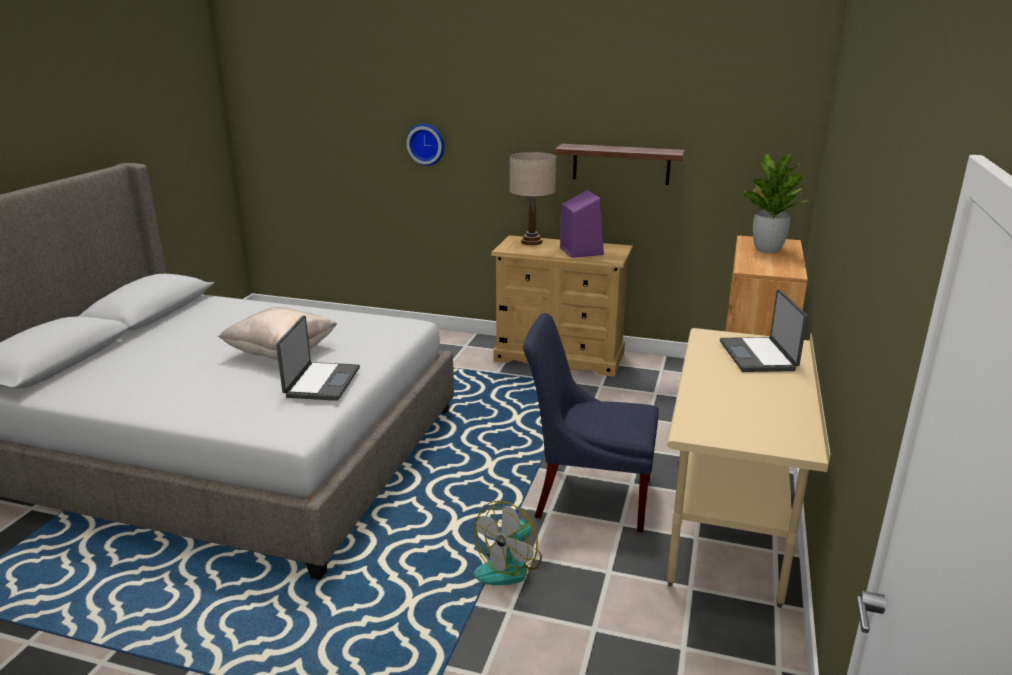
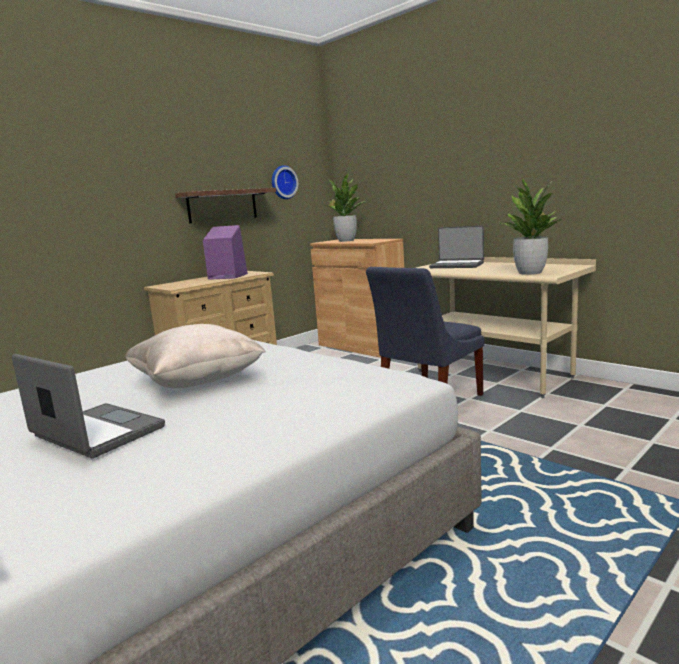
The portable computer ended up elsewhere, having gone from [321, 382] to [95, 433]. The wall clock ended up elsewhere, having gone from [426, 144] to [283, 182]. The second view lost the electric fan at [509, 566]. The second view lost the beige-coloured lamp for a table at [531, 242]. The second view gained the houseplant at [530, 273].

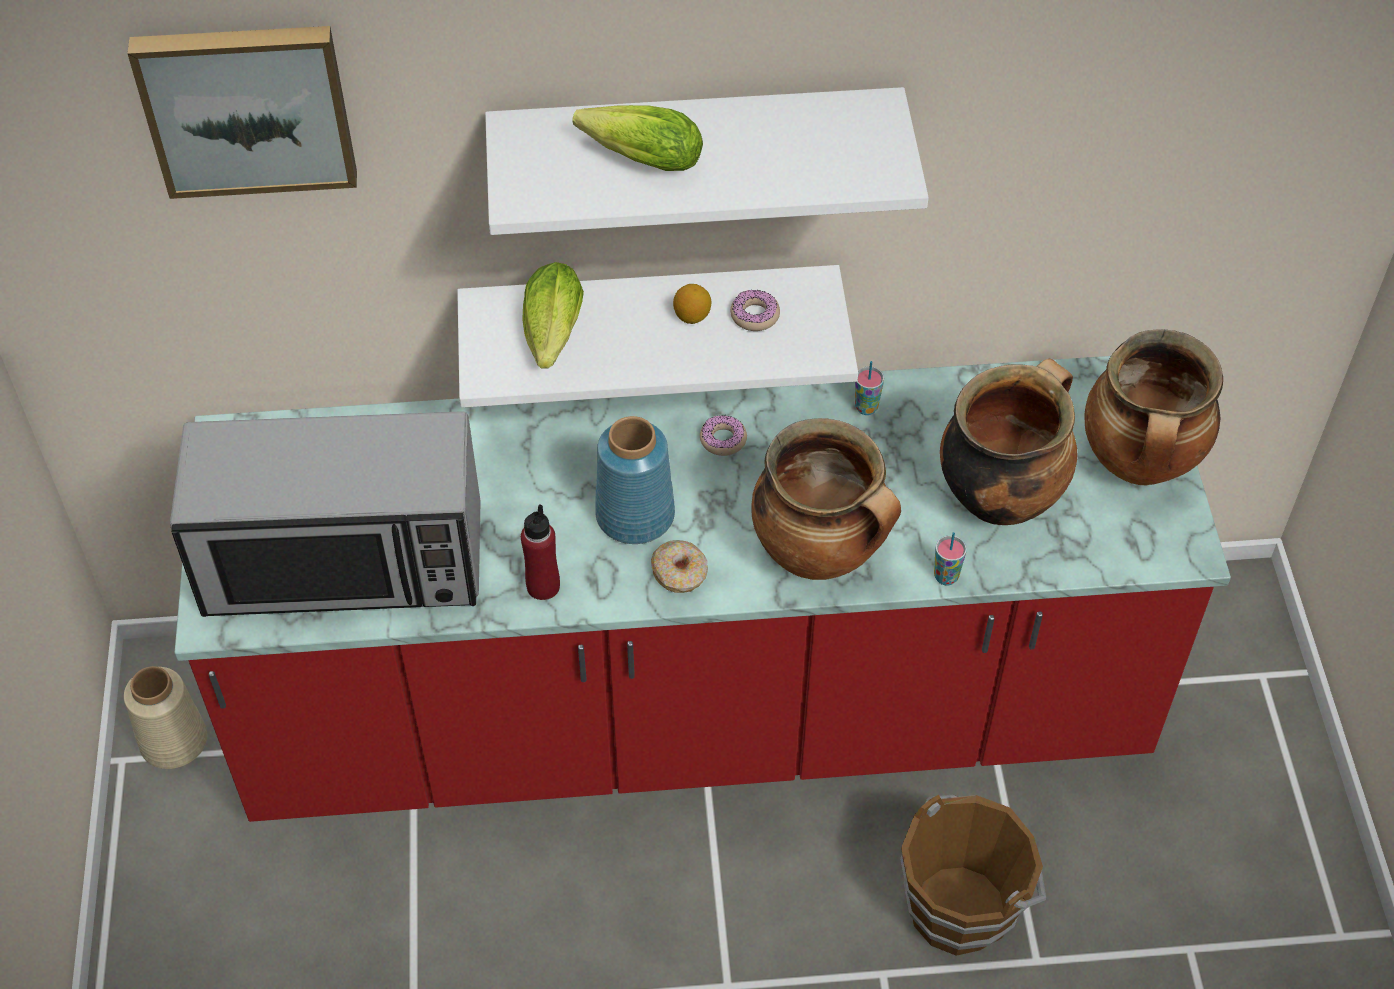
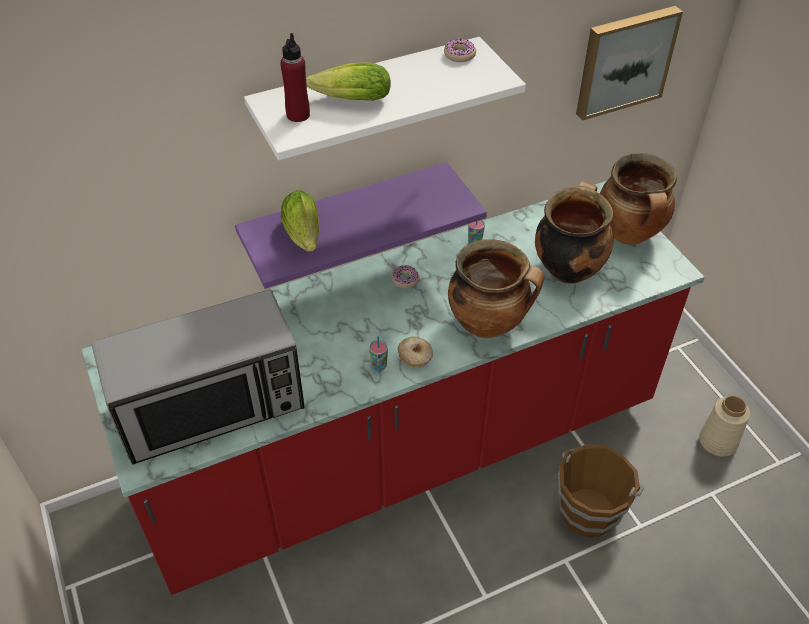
The beige-coloured flower vase ended up elsewhere, having gone from [175, 740] to [718, 441]. The wall art ended up elsewhere, having gone from [247, 107] to [624, 61]. What was the white shelf at [650, 315] turned into the purplish shelf at [346, 218]. The reddish bottle ended up elsewhere, having gone from [543, 586] to [298, 115]. The second view lost the blue flower vase at [635, 514]. The second view lost the citrus fruit at [692, 316]. The ring doughnut ended up elsewhere, having gone from [755, 315] to [459, 55]. The cup ended up elsewhere, having gone from [946, 577] to [379, 366].

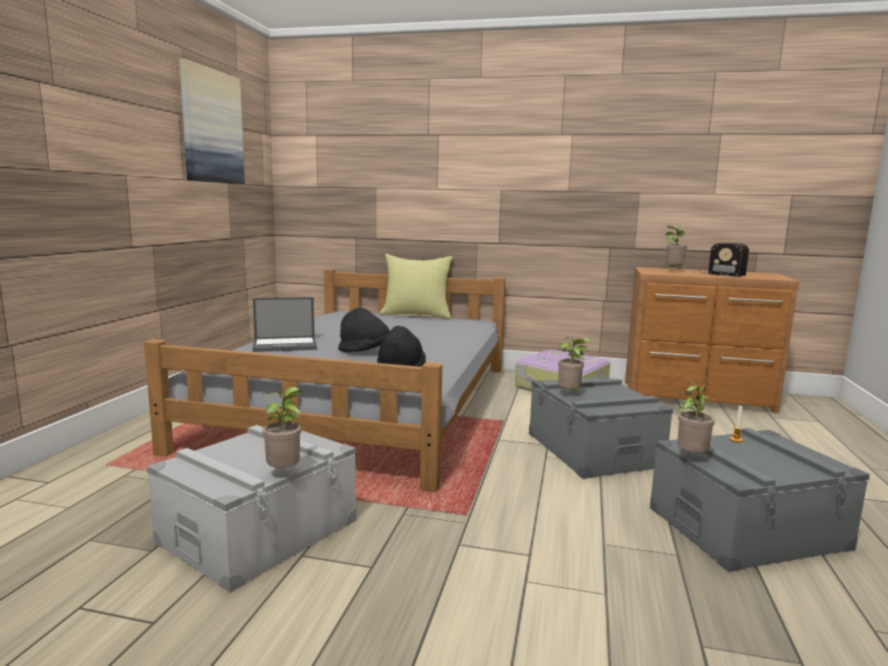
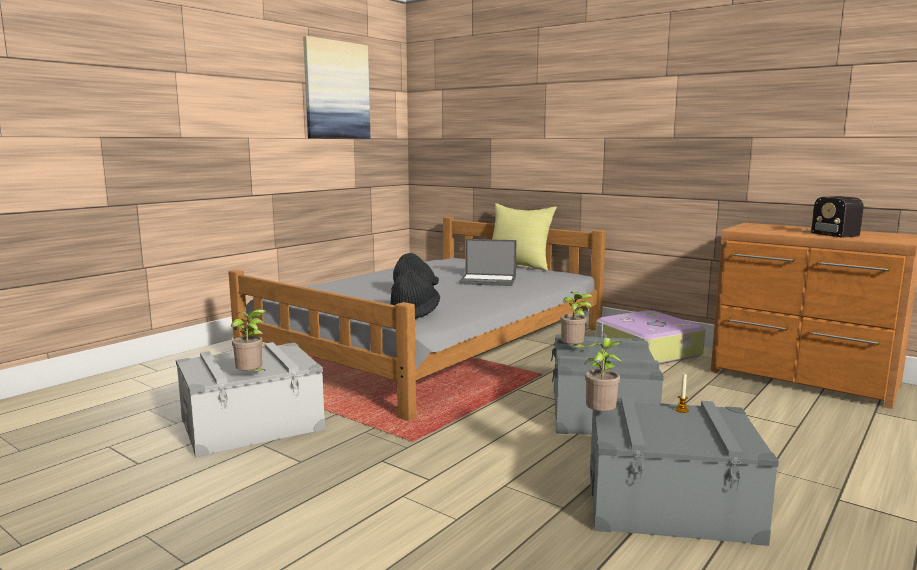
The portable computer ended up elsewhere, having gone from [286, 345] to [488, 280]. The second view lost the houseplant at [673, 270].

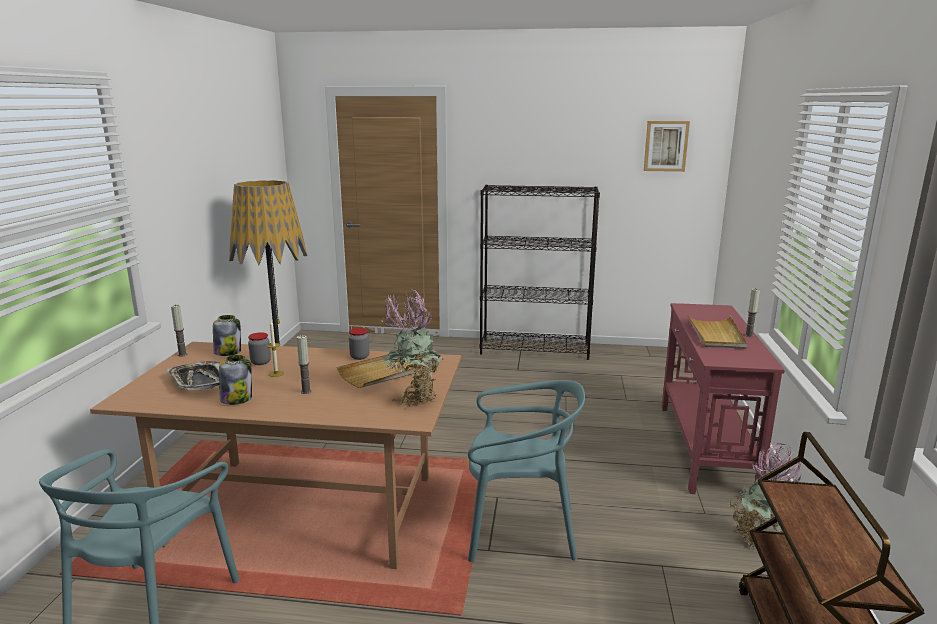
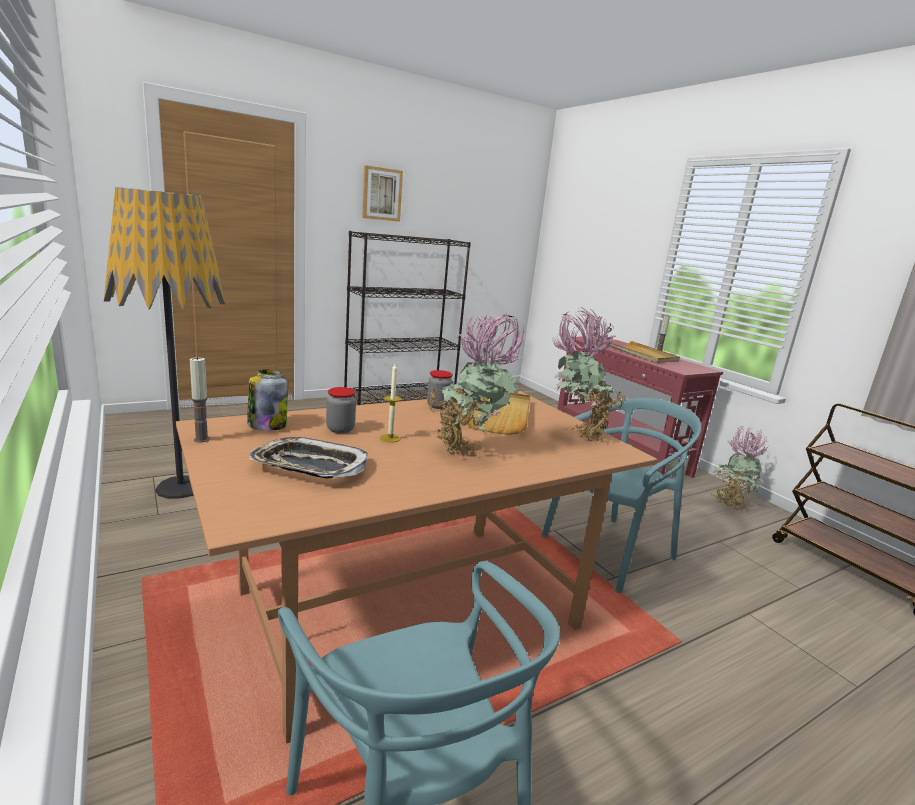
The second view lost the jar at [237, 399]. Where the wax candle stood at [306, 391], the houseplant came to stand at [469, 449]. The wall art ended up elsewhere, having gone from [665, 146] to [381, 194].

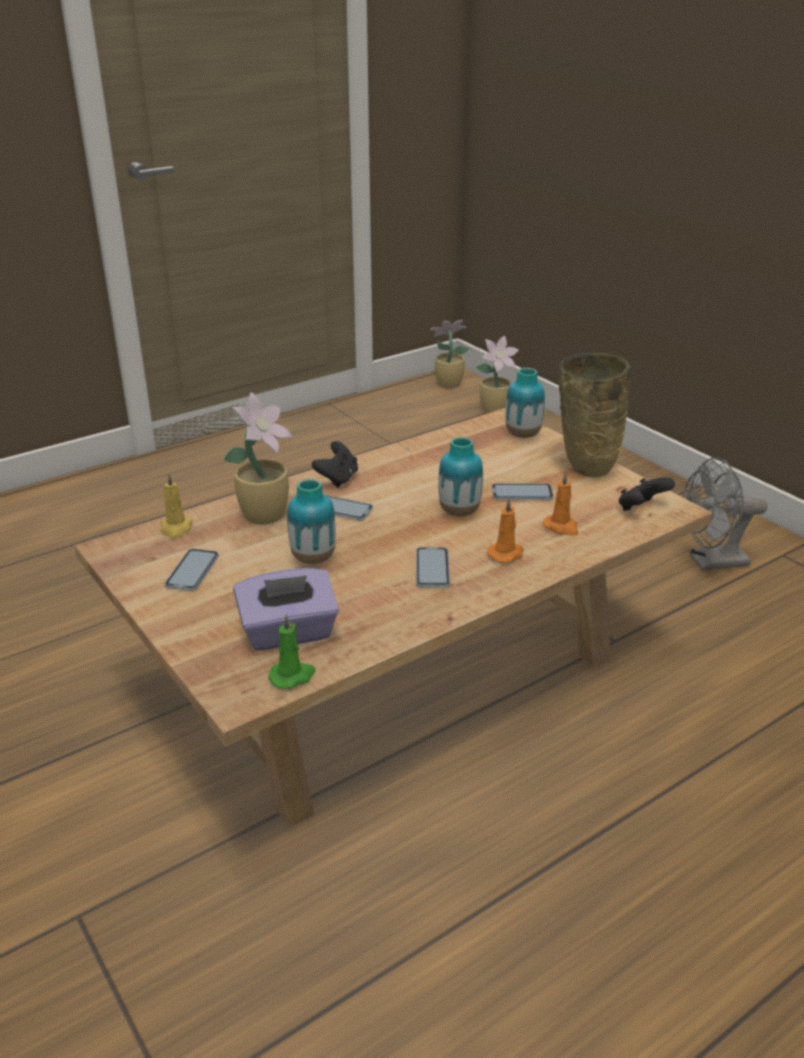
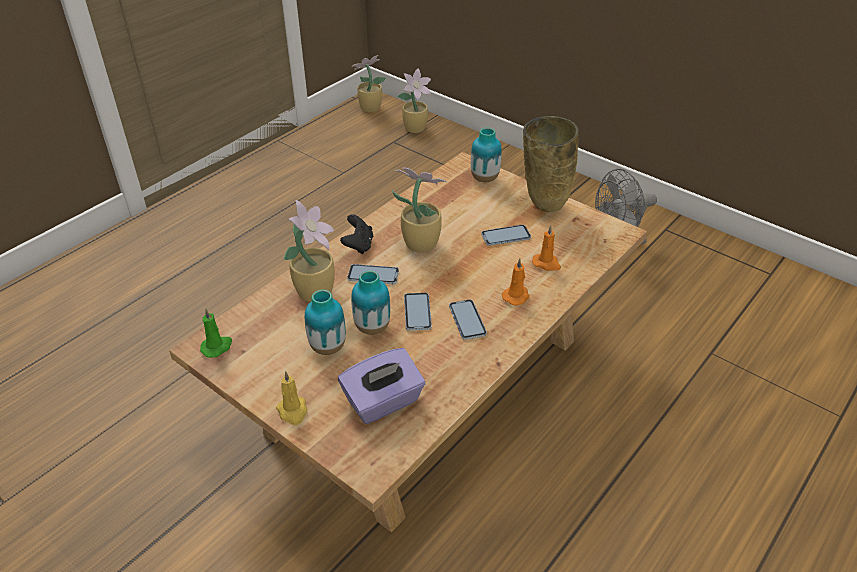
The yellowish wax candle ended up elsewhere, having gone from [176, 528] to [293, 411]. The handset ended up elsewhere, having gone from [192, 571] to [417, 312]. The greenish wax candle ended up elsewhere, having gone from [292, 676] to [217, 347]. The flower vase ended up elsewhere, having gone from [459, 512] to [328, 347]. The second view lost the black-coloured gamepad at [641, 509]. The second view gained the houseplant at [419, 243].

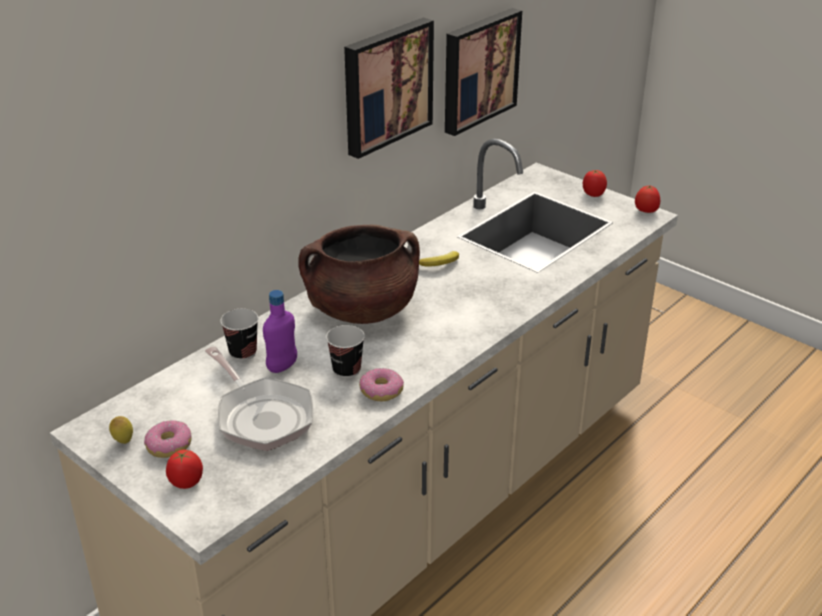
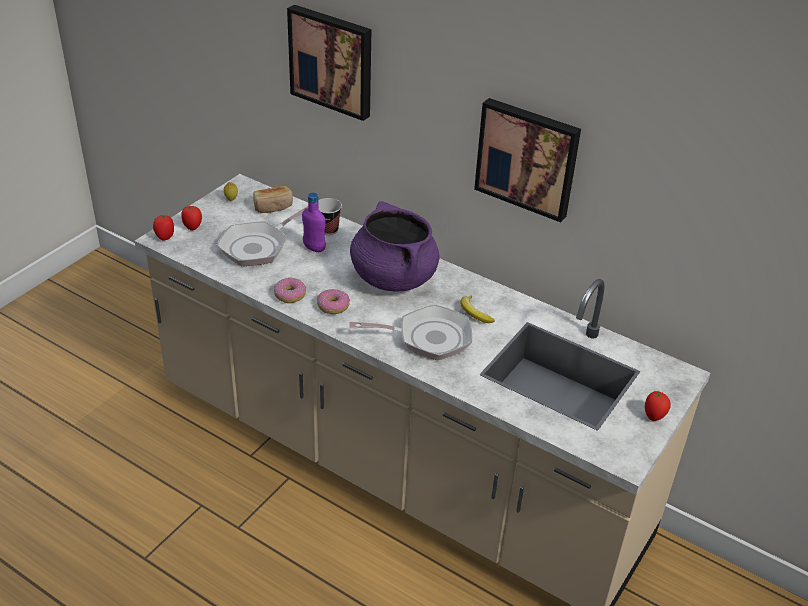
The ring doughnut ended up elsewhere, having gone from [169, 445] to [333, 306]. What was the brown-coloured cooking pot at [362, 310] turned into the purplish cooking pot at [393, 277]. The second view lost the cup at [346, 370]. The wall art ended up elsewhere, having gone from [478, 70] to [332, 61]. The tomato ended up elsewhere, having gone from [646, 211] to [165, 237]. The second view gained the bakery bread at [273, 207]. The second view gained the skillet at [428, 338].

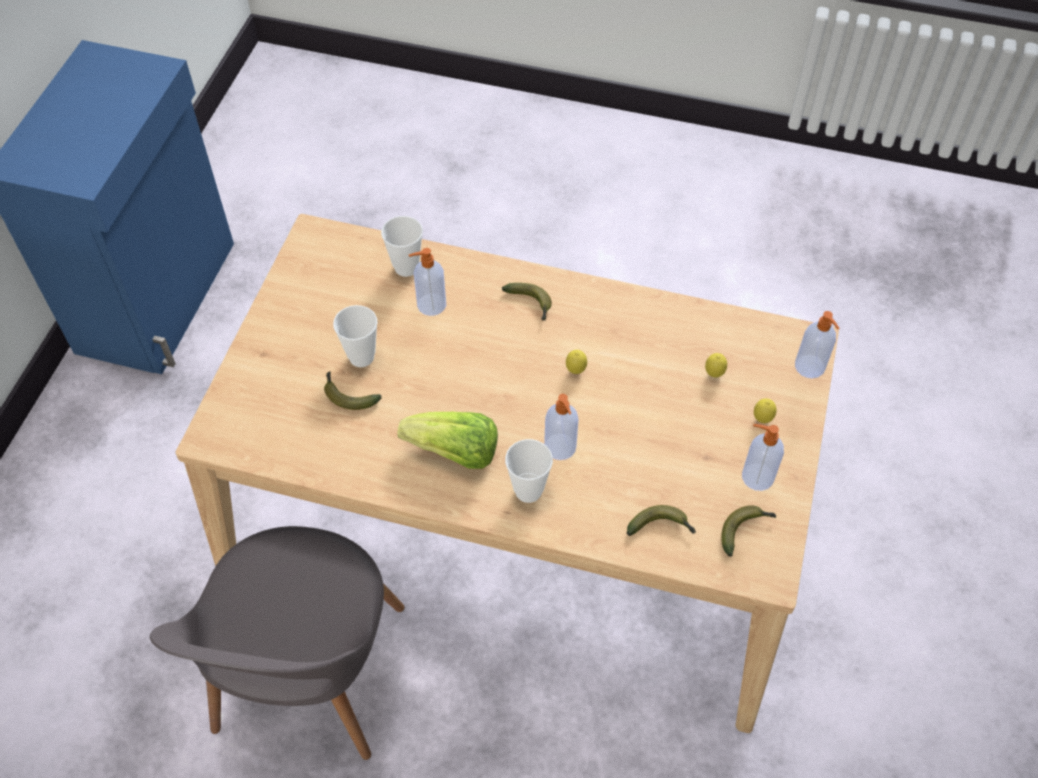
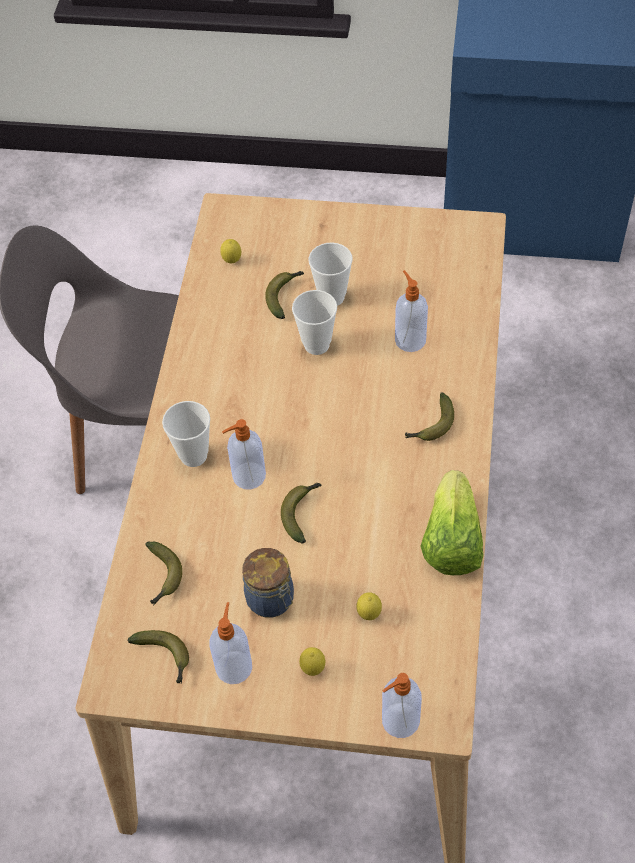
The cup ended up elsewhere, having gone from [406, 267] to [316, 344]. The lettuce ended up elsewhere, having gone from [454, 453] to [451, 541]. The citrus fruit ended up elsewhere, having gone from [575, 371] to [232, 261]. The second view gained the jar at [272, 600]. The second view gained the banana at [302, 512].

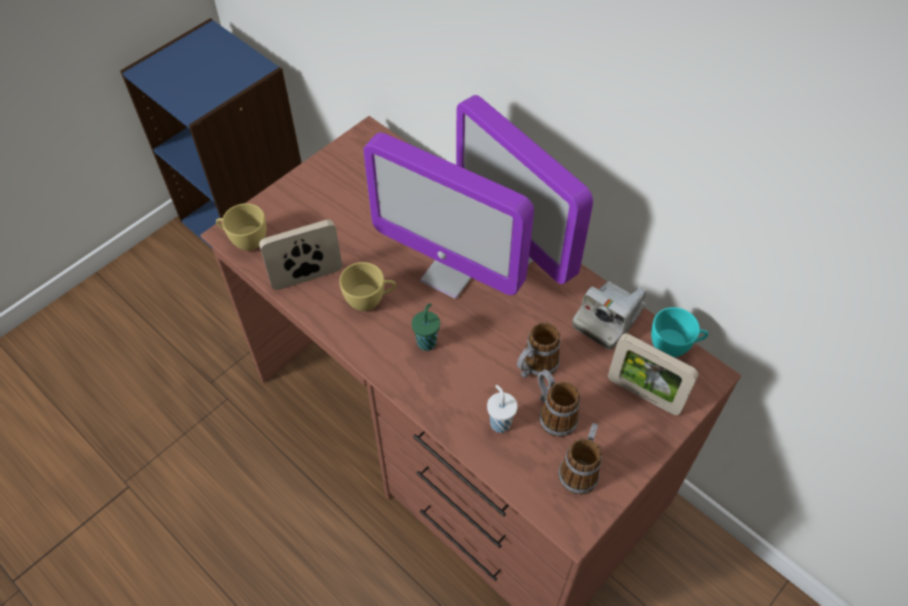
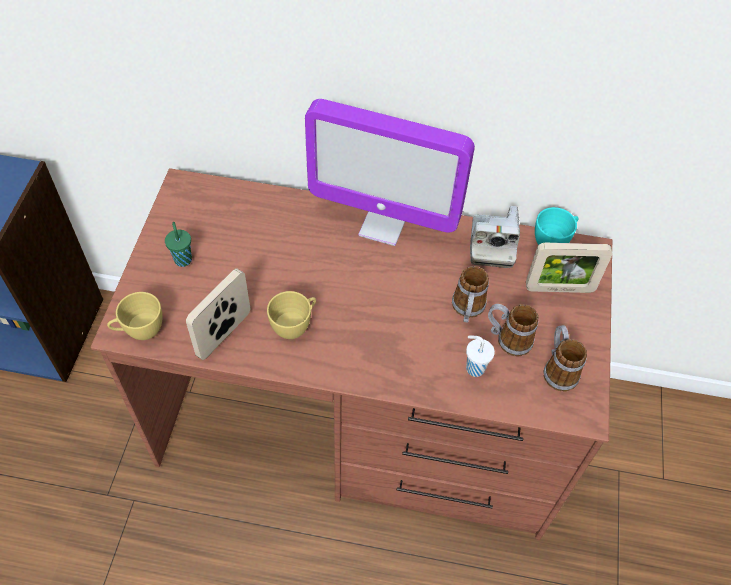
The second view lost the monitor at [450, 274]. The greenish cup ended up elsewhere, having gone from [427, 341] to [183, 259].

